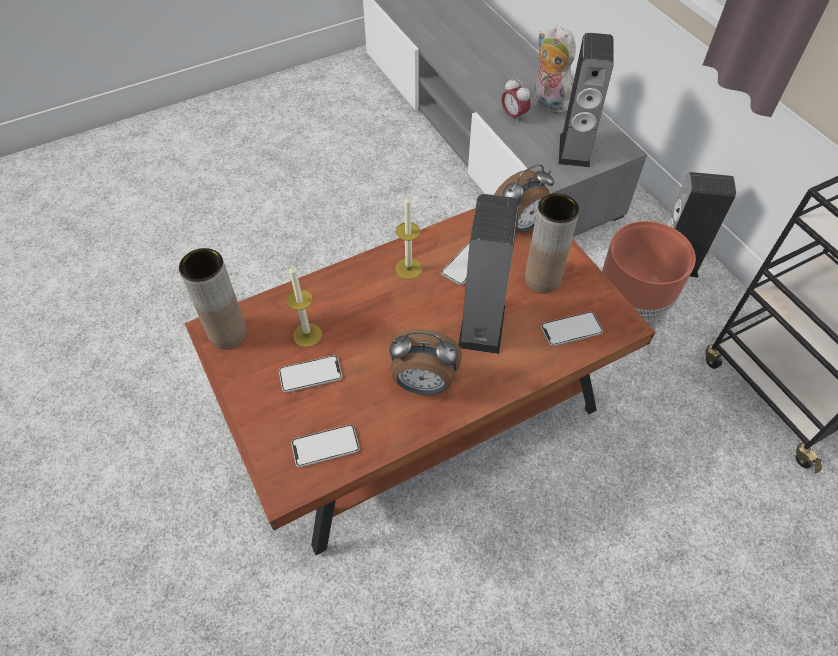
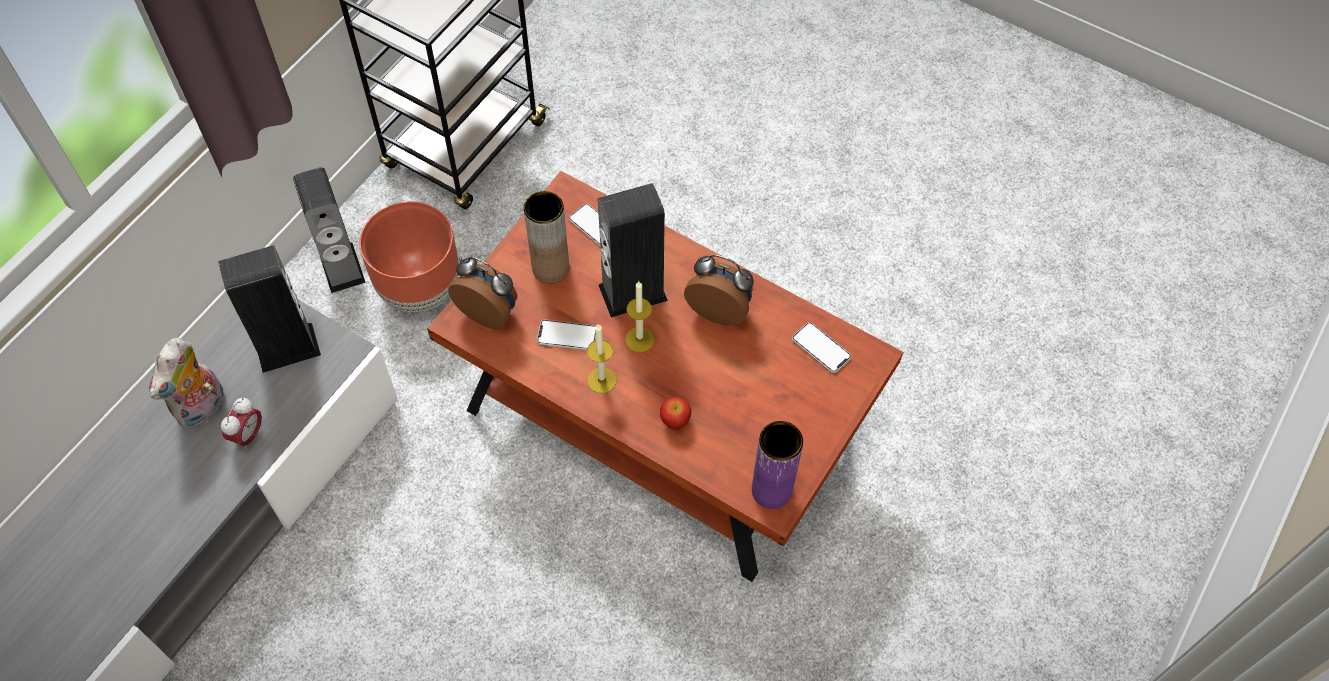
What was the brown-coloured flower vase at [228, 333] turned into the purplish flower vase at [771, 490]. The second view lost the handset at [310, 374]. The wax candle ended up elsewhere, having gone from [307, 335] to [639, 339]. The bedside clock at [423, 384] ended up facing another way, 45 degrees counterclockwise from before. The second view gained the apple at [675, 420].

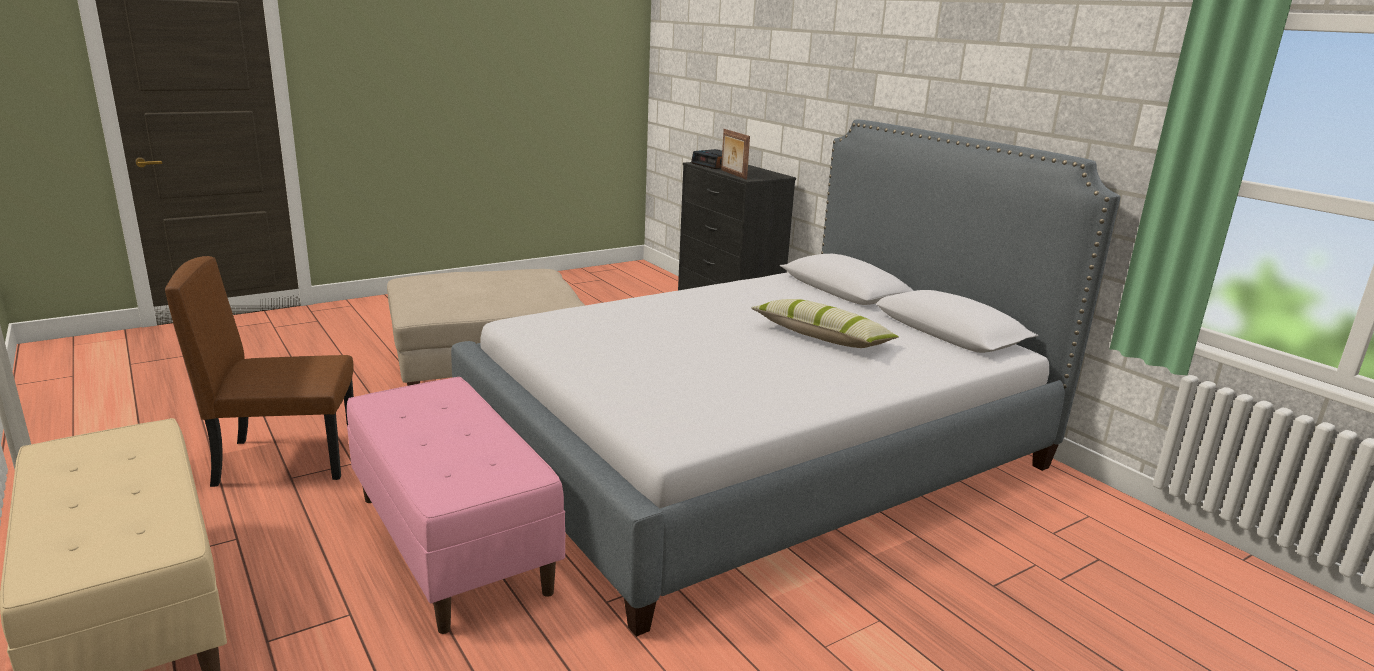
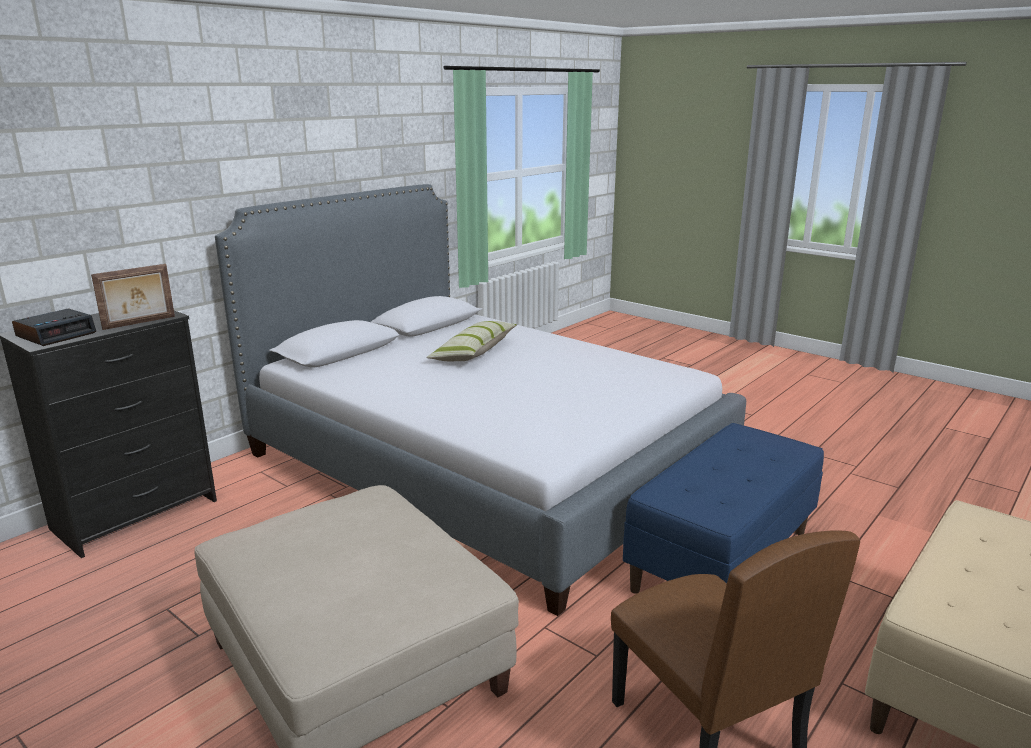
What was the pinkish long seat at [454, 543] turned into the blue long seat at [721, 559].

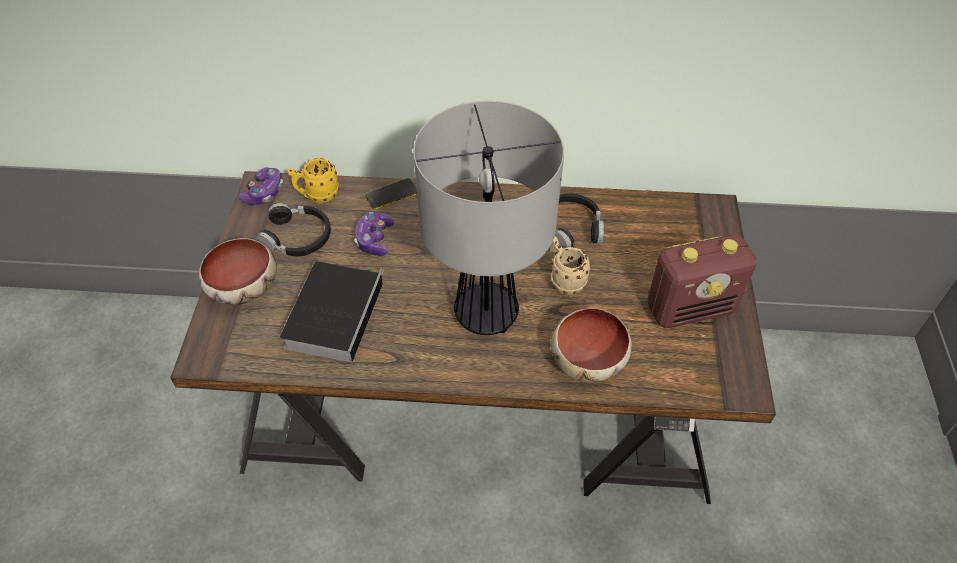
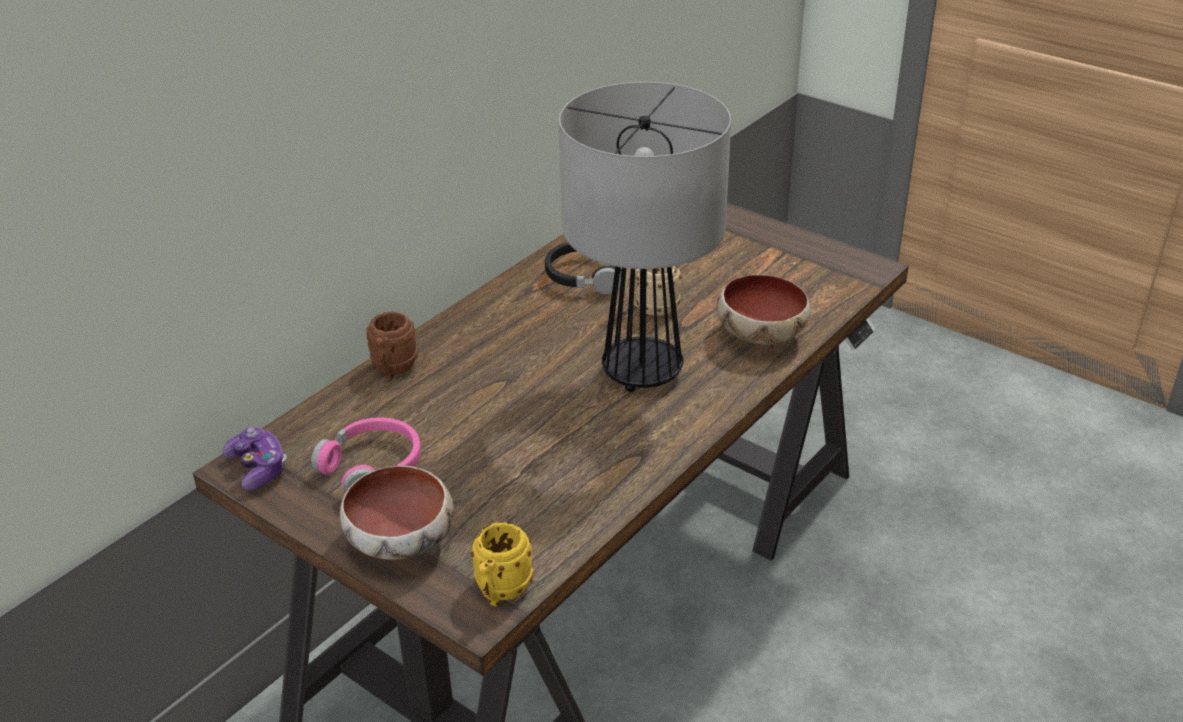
What was the black-coloured headphones at [297, 237] turned into the pinkish headphones at [372, 466]. The second view lost the volume at [334, 312]. The yellowish coffee mug ended up elsewhere, having gone from [317, 195] to [500, 592]. The second view lost the gamepad at [374, 240]. Where the handset stood at [391, 194], the brown-coloured coffee mug came to stand at [393, 369]. The second view lost the radio at [691, 308].

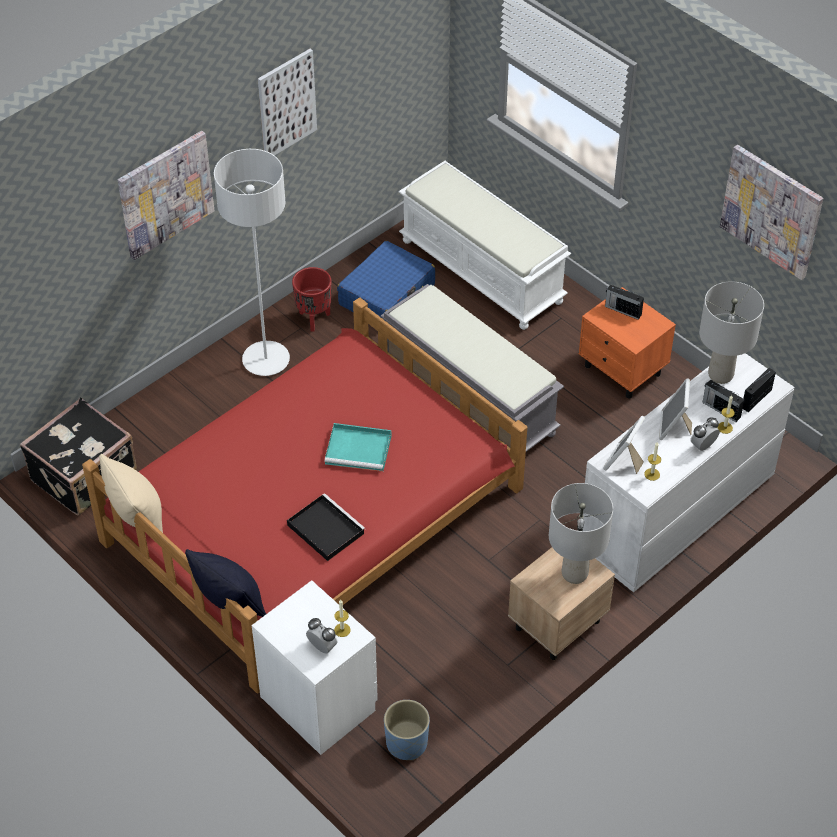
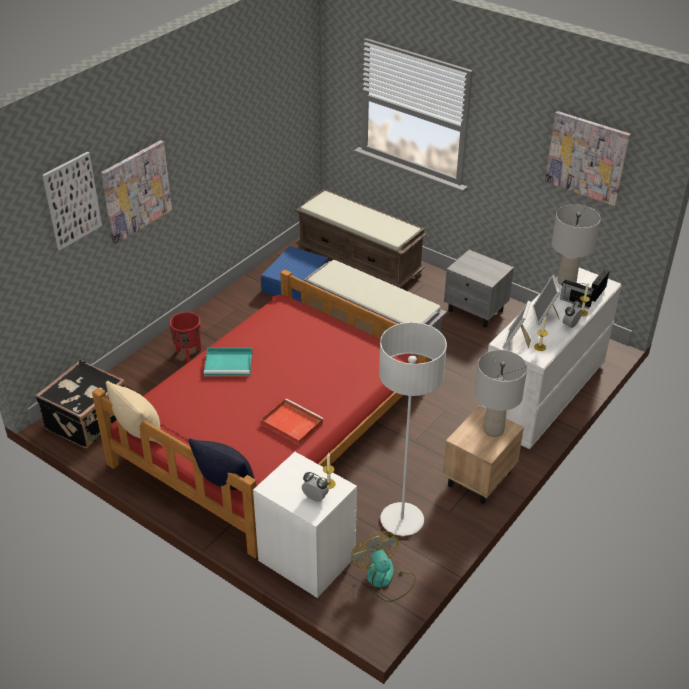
The greyish standard lamp ended up elsewhere, having gone from [266, 360] to [402, 520]. The wall art ended up elsewhere, having gone from [286, 103] to [72, 200]. What was the black-coloured serving tray at [324, 528] turned into the reddish serving tray at [291, 423]. The reddish plant pot ended up elsewhere, having gone from [313, 319] to [188, 354]. The blue-green serving tray ended up elsewhere, having gone from [359, 449] to [229, 364]. Where the blue plant pot stood at [406, 743], the electric fan came to stand at [384, 579]. What was the white long seat at [483, 271] turned into the brown-coloured long seat at [360, 262]. What was the orangey nightstand at [623, 370] turned into the greyish nightstand at [476, 311]. The second view lost the radio at [622, 310].

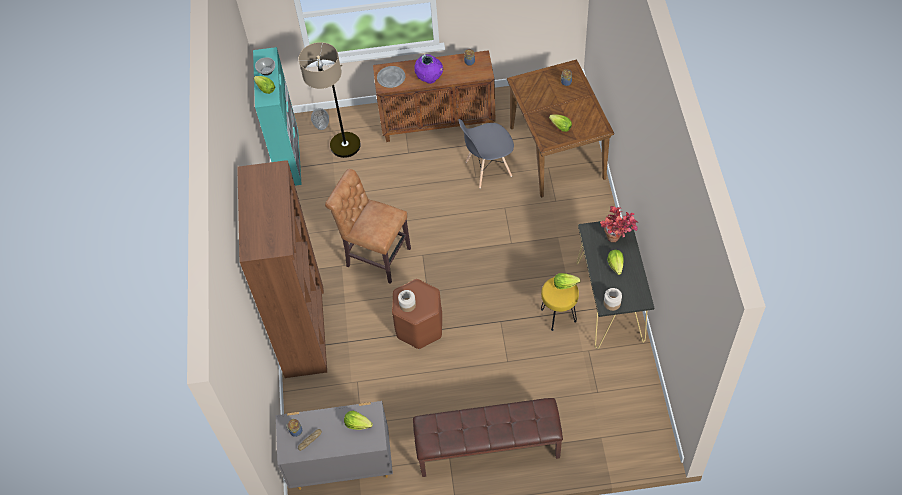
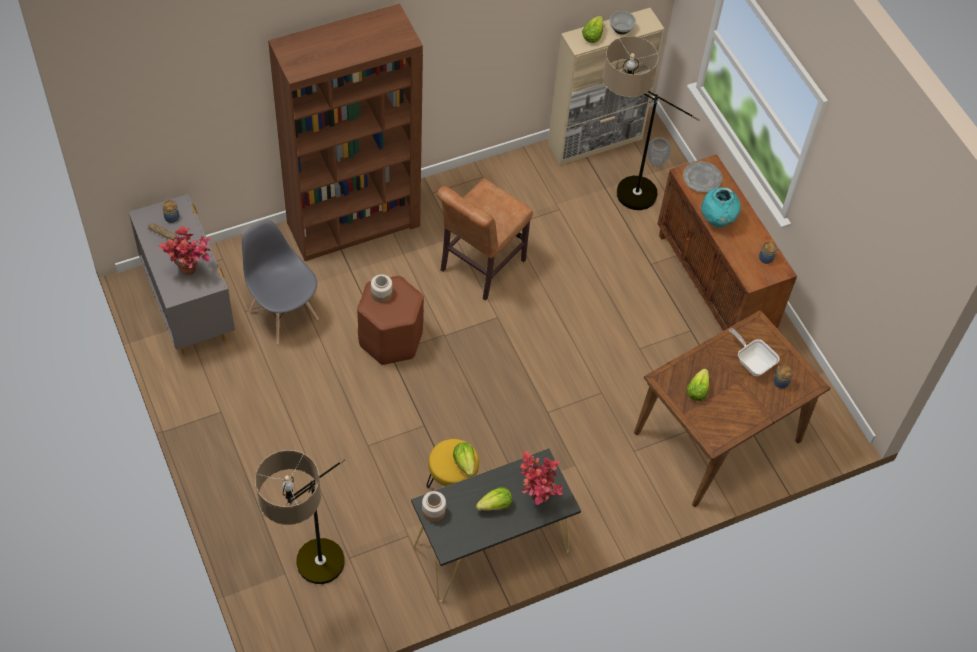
What was the blue-green cabinet at [289, 157] turned into the beige-coloured cabinet at [595, 141]. The brown-coloured plain chair at [375, 256] ended up facing another way, 150 degrees counterclockwise from before. Where the lettuce stood at [357, 424], the houseplant came to stand at [192, 272]. The second view lost the brown-coloured long seat at [488, 449]. What was the purplish flower vase at [429, 79] turned into the blue-green flower vase at [717, 220]. The greyish plain chair ended up elsewhere, having gone from [488, 169] to [283, 314]. The second view gained the standard lamp at [310, 578]. The second view gained the skillet at [752, 362].

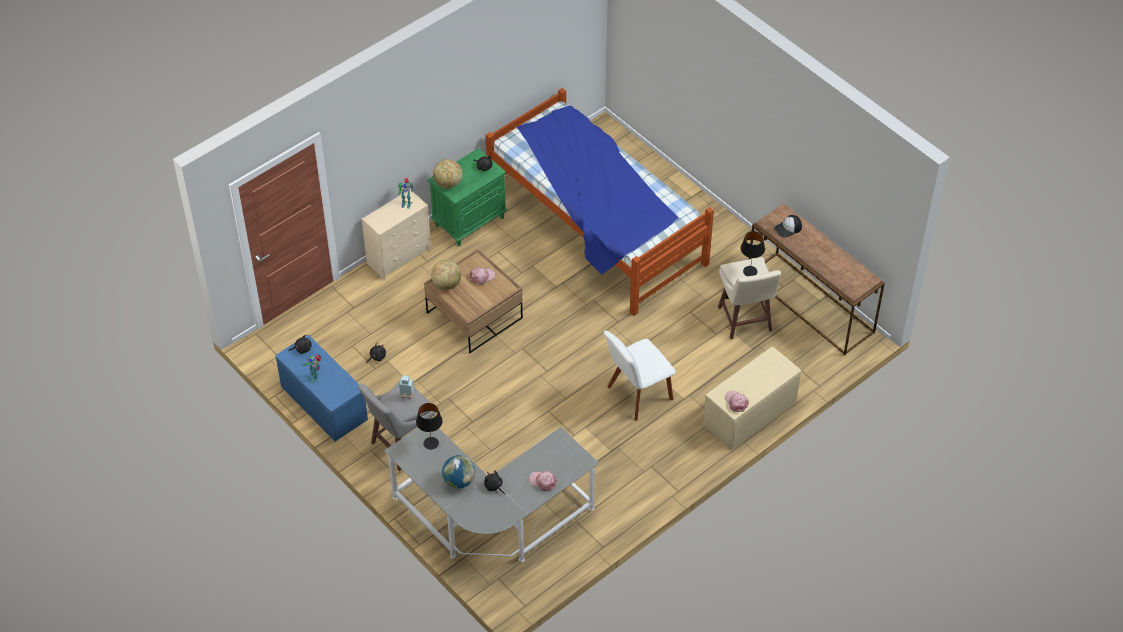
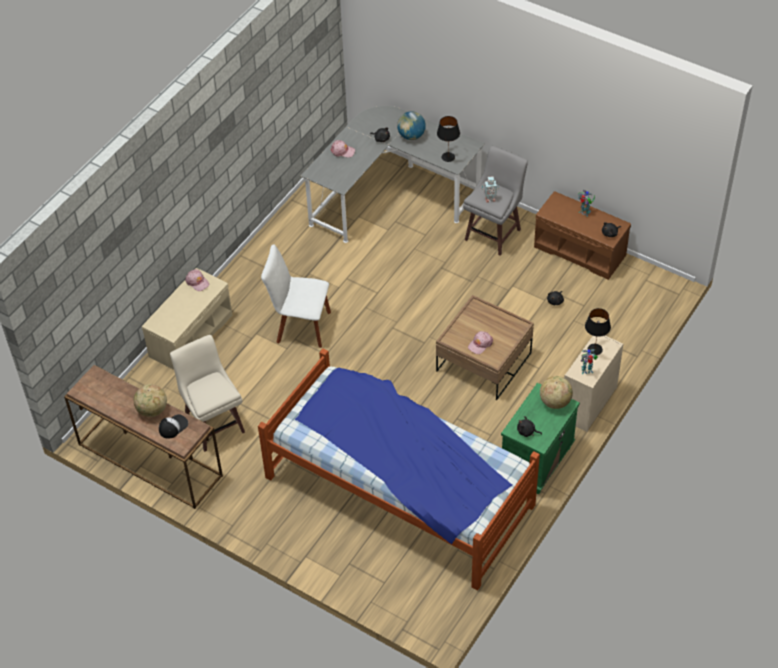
What was the blue long seat at [323, 403] turned into the brown-coloured long seat at [581, 251]. The desk globe ended up elsewhere, having gone from [446, 284] to [152, 410]. The white plain chair at [637, 395] ended up facing another way, 120 degrees counterclockwise from before. The black-coloured lamp for a table ended up elsewhere, having gone from [750, 271] to [595, 349].

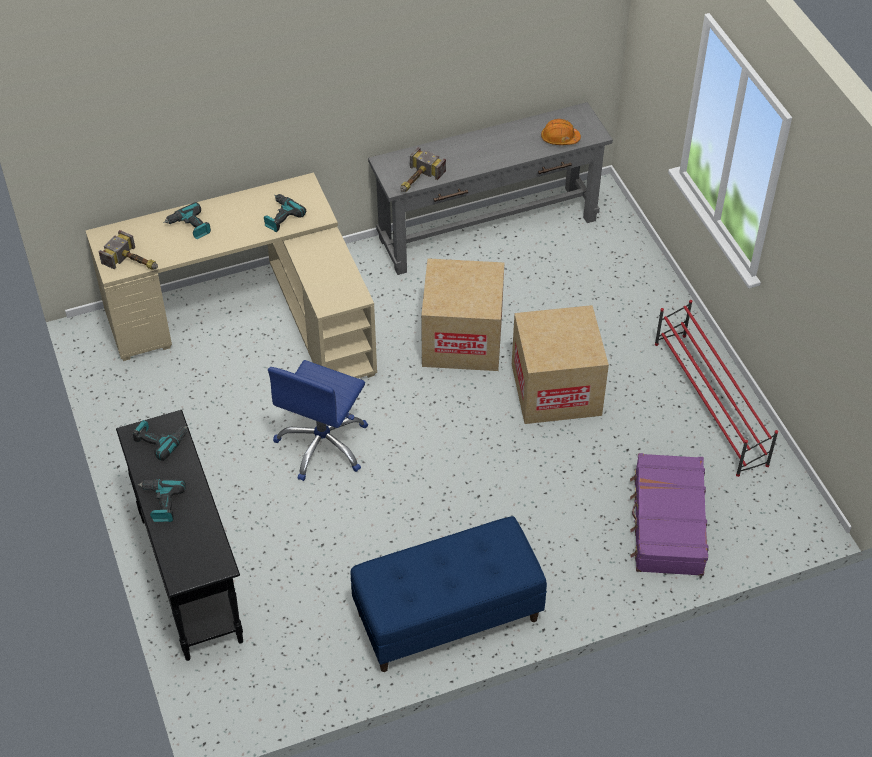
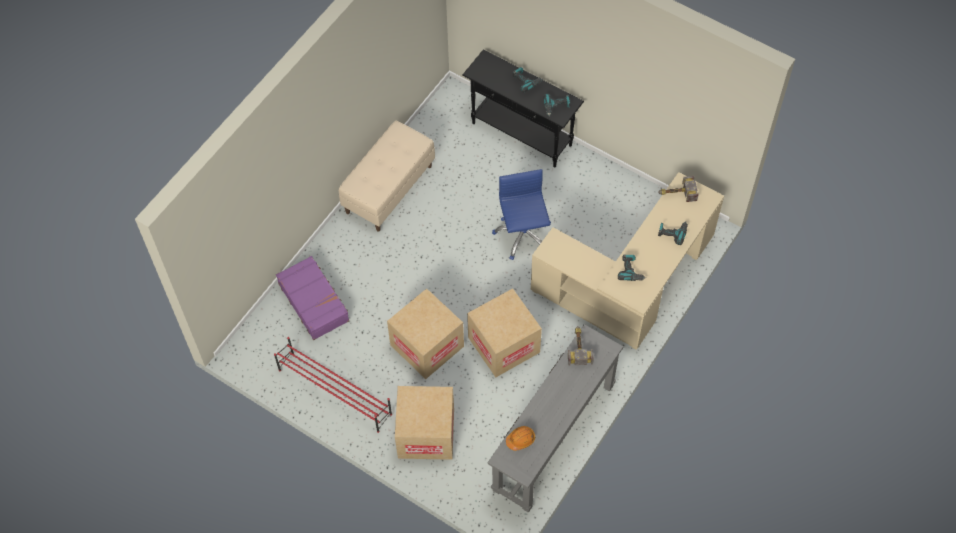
What was the blue long seat at [447, 618] turned into the beige-coloured long seat at [389, 188]. The second view gained the packing box at [426, 433].

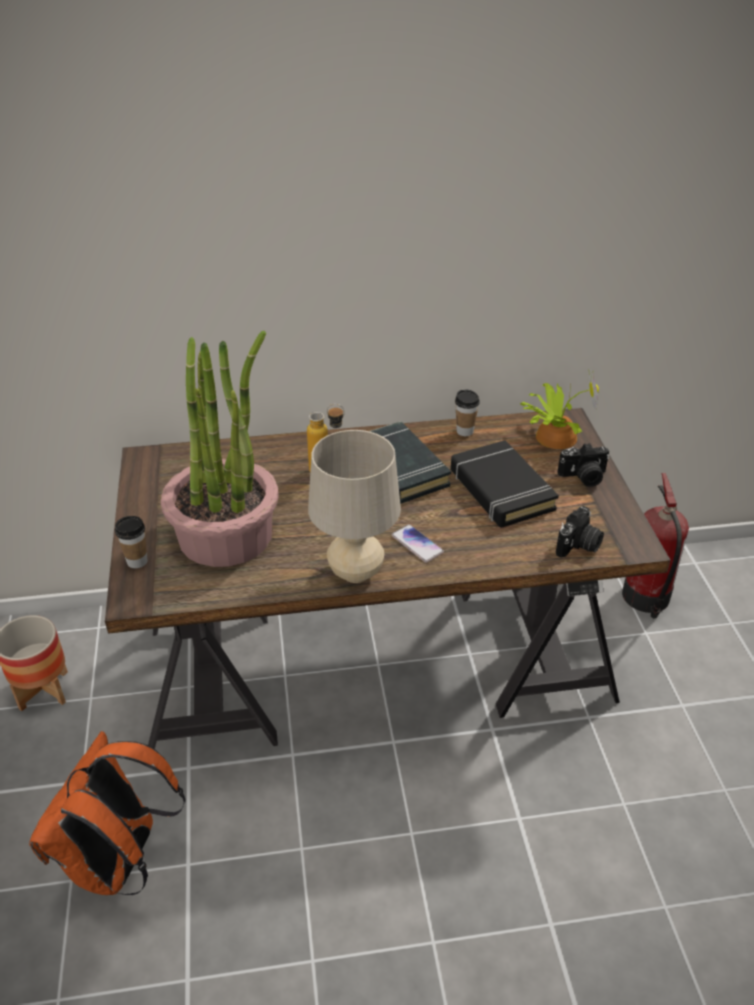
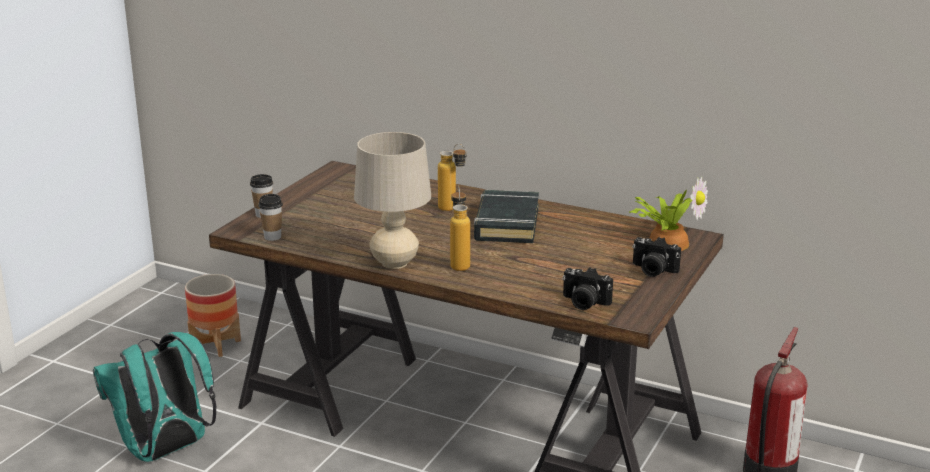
What was the orangey knapsack at [120, 862] turned into the blue-green knapsack at [165, 451]. The second view lost the houseplant at [226, 534]. Where the handset stood at [417, 544], the bottle came to stand at [459, 264]. The second view lost the black-coloured volume at [500, 490]. The cup ended up elsewhere, having gone from [465, 431] to [272, 237]. The photo camera at [579, 546] ended up facing another way, 45 degrees clockwise from before.

